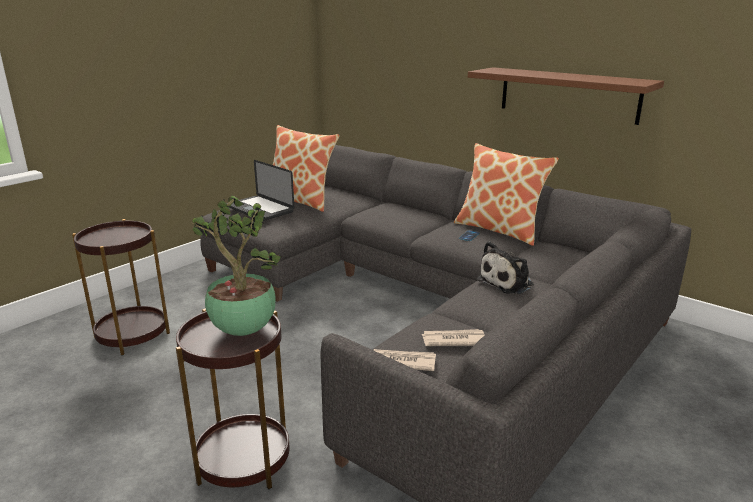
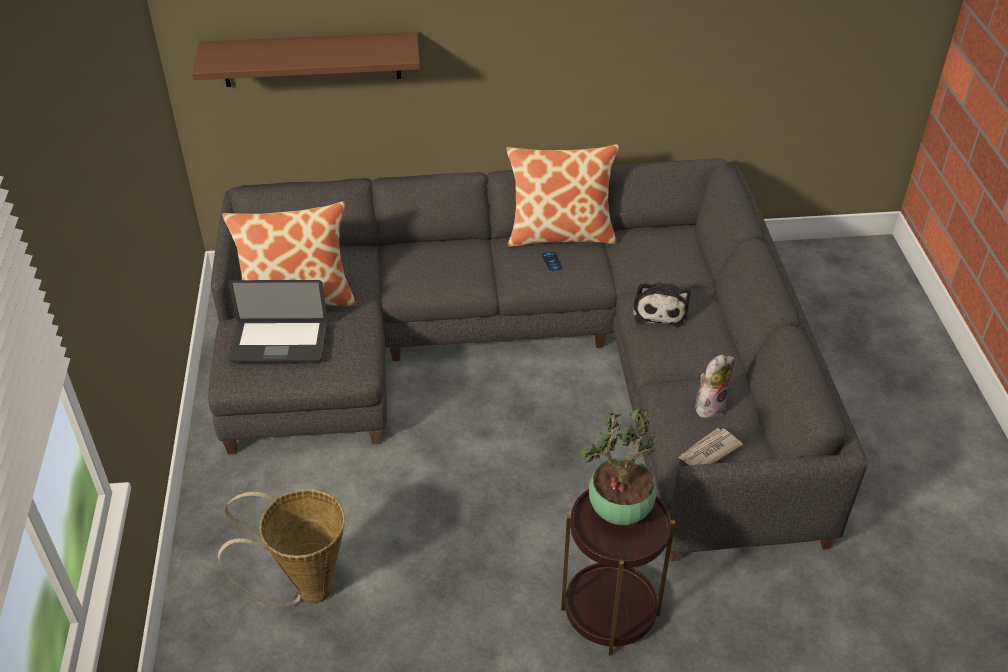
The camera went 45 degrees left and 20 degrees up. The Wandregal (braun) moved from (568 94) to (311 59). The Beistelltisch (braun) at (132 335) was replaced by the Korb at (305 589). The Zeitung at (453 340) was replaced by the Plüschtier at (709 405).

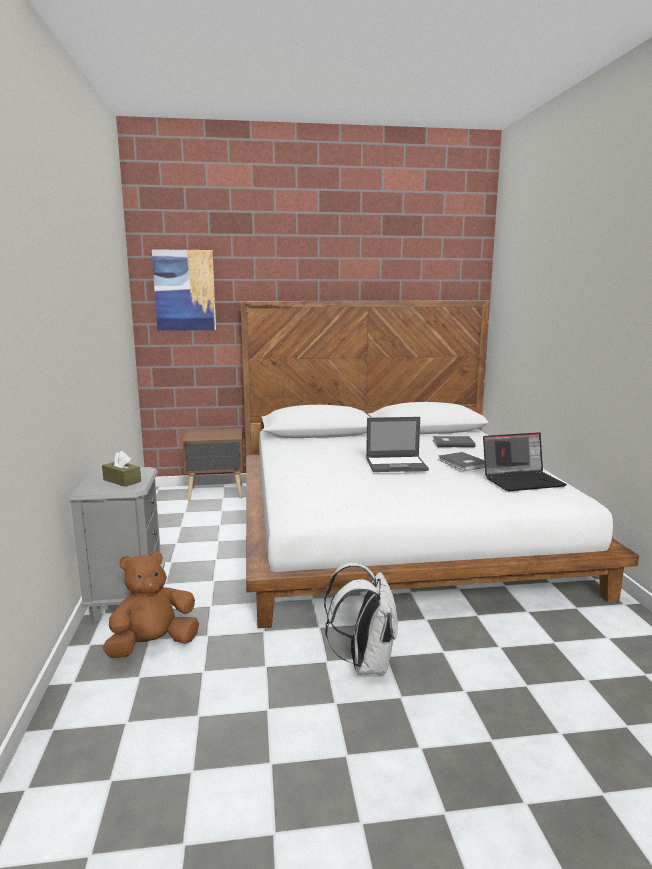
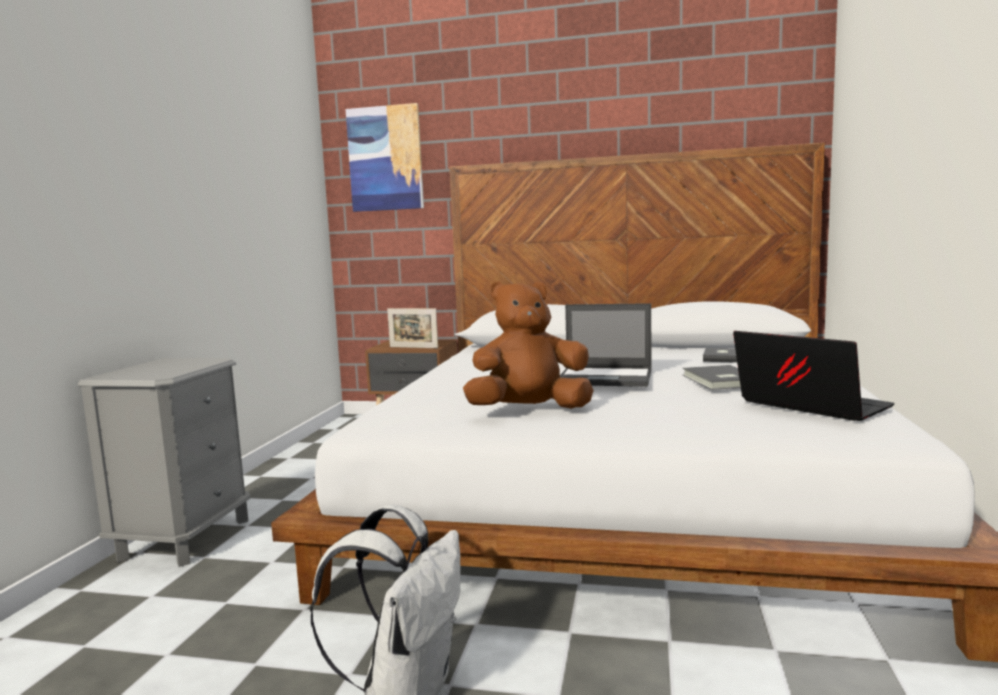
The camera went 20 degrees right and 5 degrees down. The Laptop at (522 480) turned 135 degrees counterclockwise. The Taschentuchbox (braun) at (122 480) disappeared. The Plüschtier (braun) moved from (153 645) to (529 411). The Bilderrahmen at (413 347) appeared.

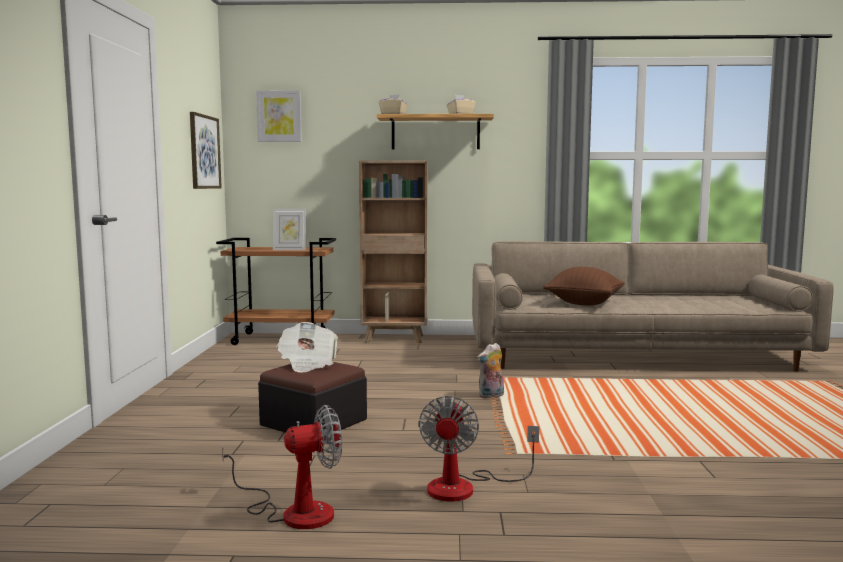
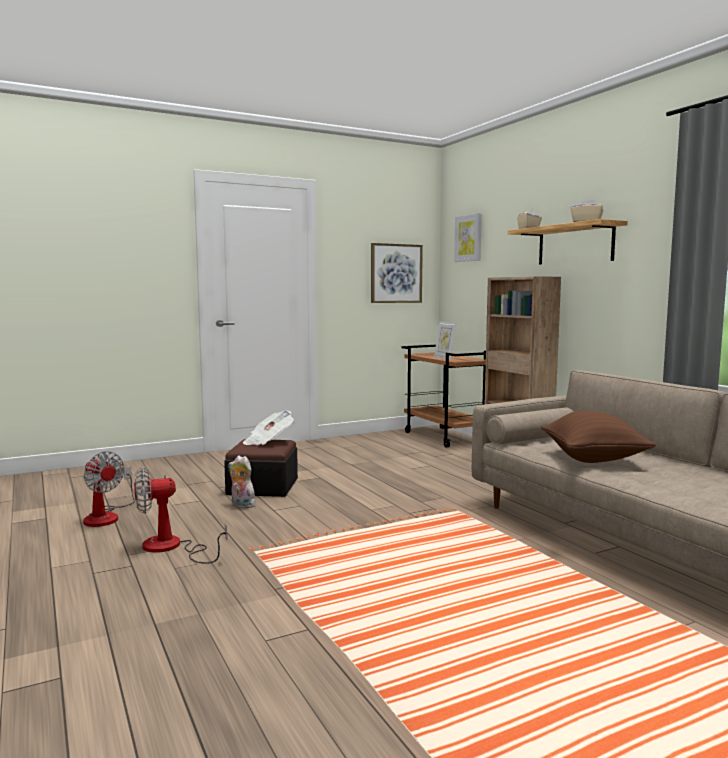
The camera went 60 degrees right and 0 degrees up. The Plüschtier moved from (491 396) to (241 505).

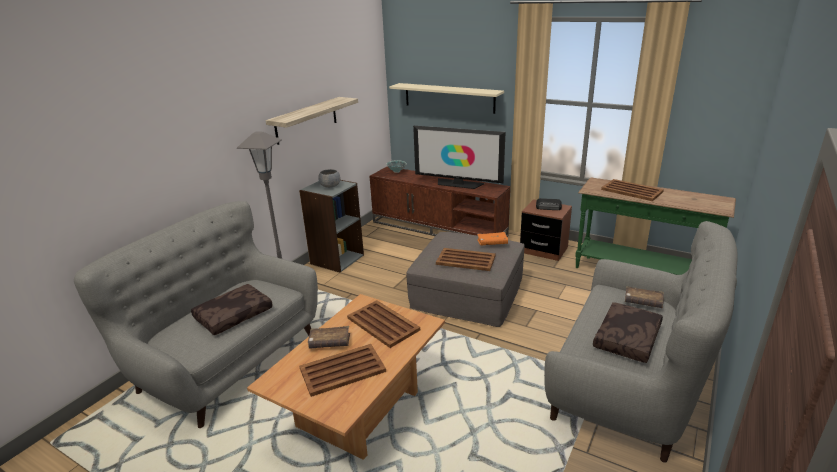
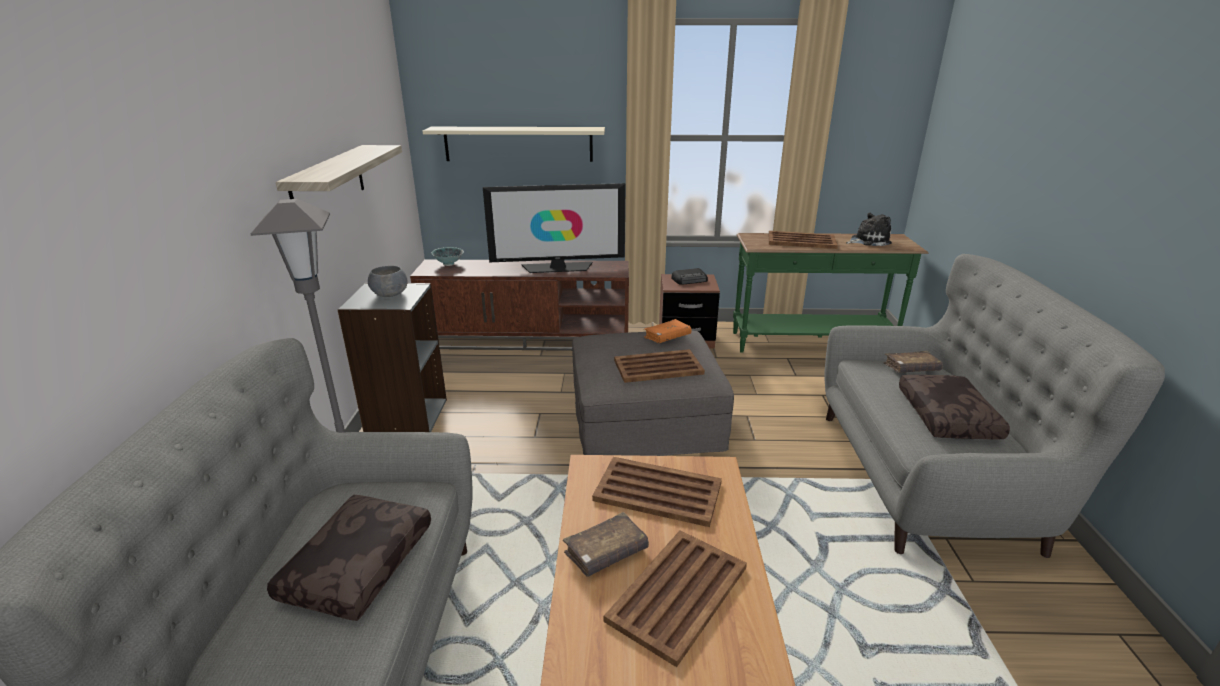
The camera went 30 degrees left and 0 degrees up. The Plüschtier at (868 241) appeared.

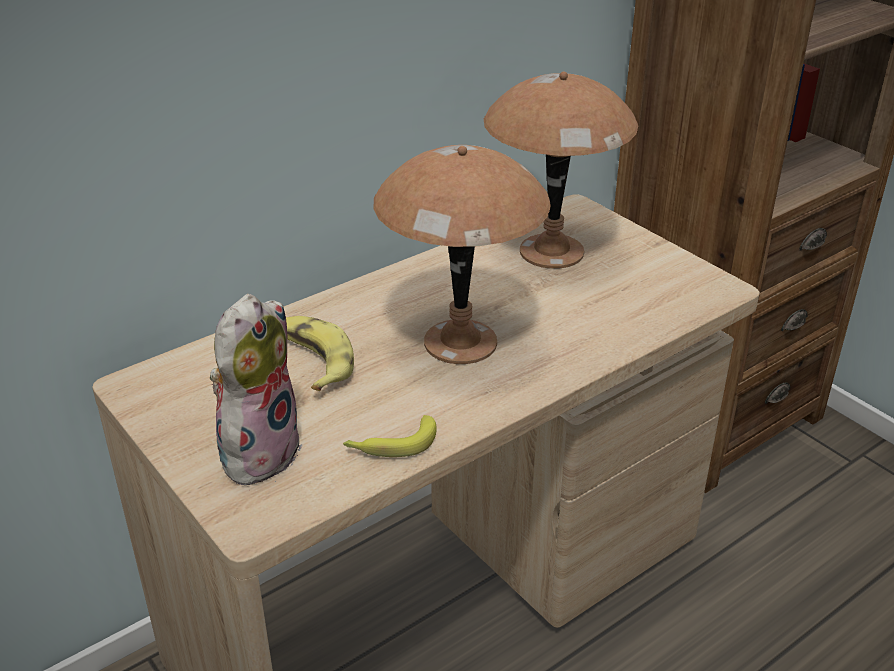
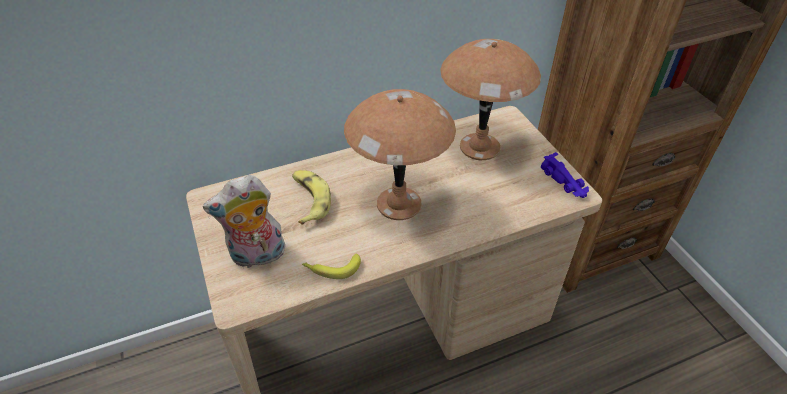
The camera went 15 degrees right and 10 degrees up. The Plüschtier at (258 450) turned 150 degrees counterclockwise. The Spielzeugauto (lila) at (564 182) appeared.

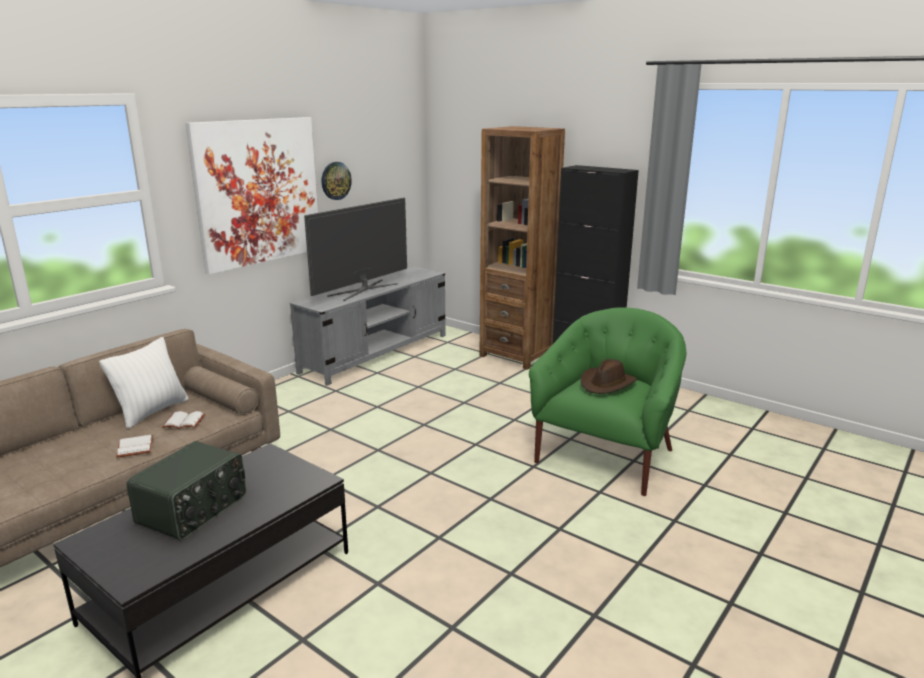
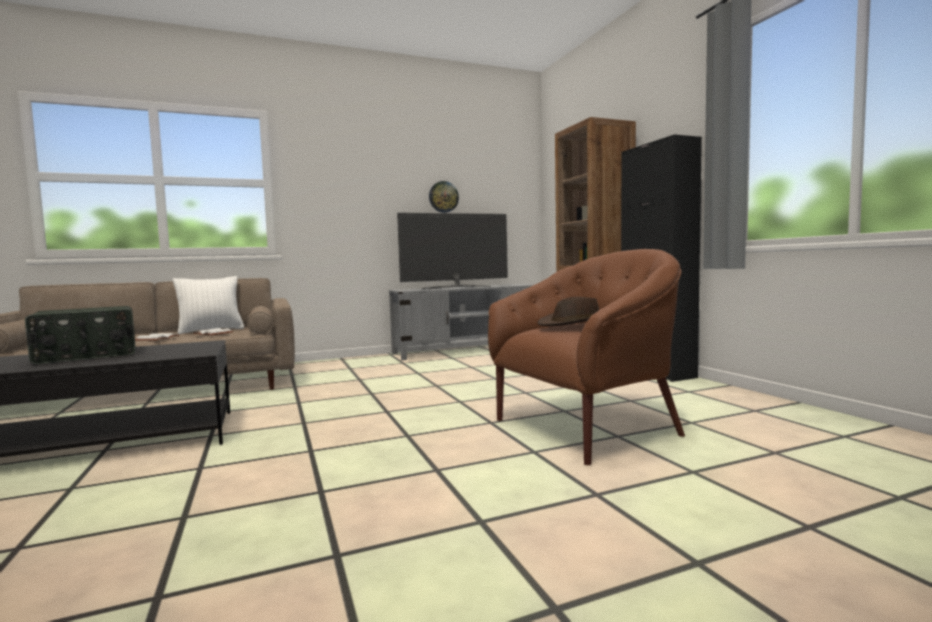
The camera went 30 degrees right and 15 degrees down. The Bild at (258 192) disappeared. The Sessel (grün) at (606 456) became the Sessel (braun) at (588 427).

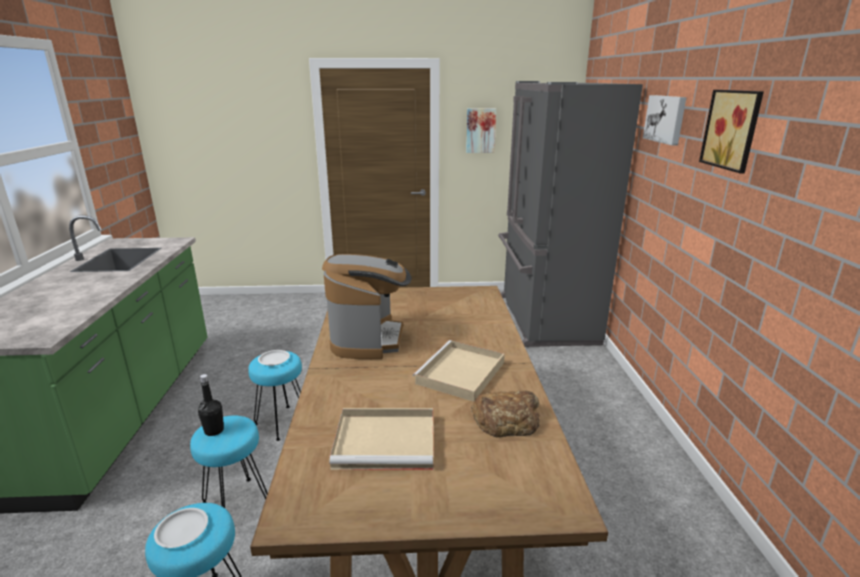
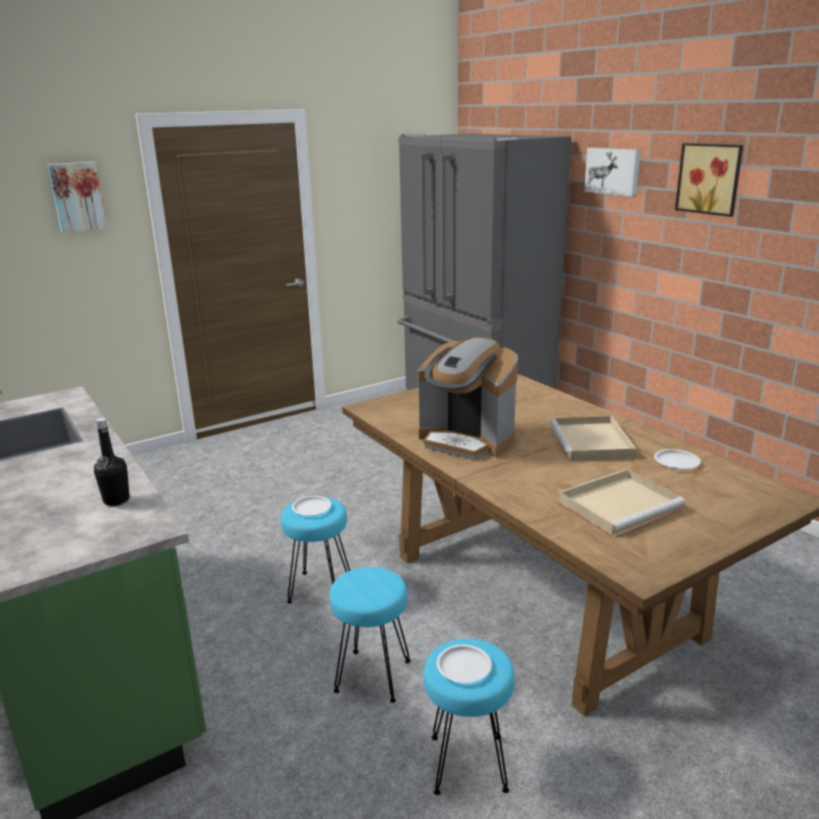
The camera went 30 degrees left and 0 degrees up. The Bild moved from (480 130) to (77 197). The Kaffeemaschine at (368 339) turned 150 degrees clockwise. The Flasche (schwarz) moved from (214 430) to (116 500). The Brot at (506 419) was replaced by the Teller (weiß) at (676 462).

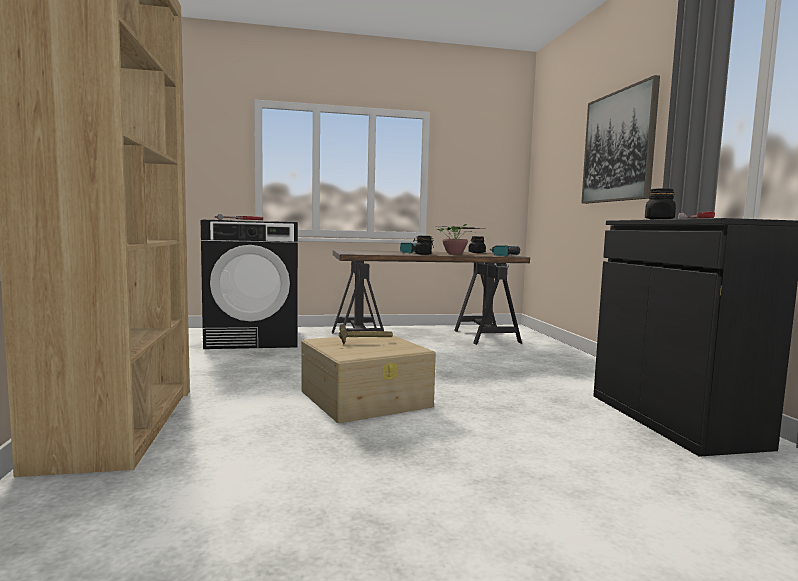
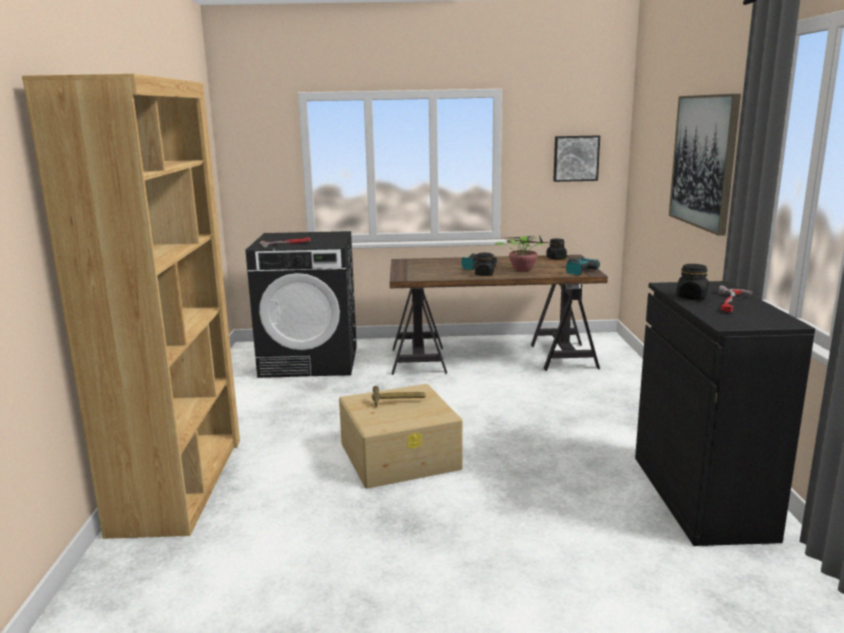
The camera went 10 degrees right and 10 degrees up. The Bild at (576 158) appeared.

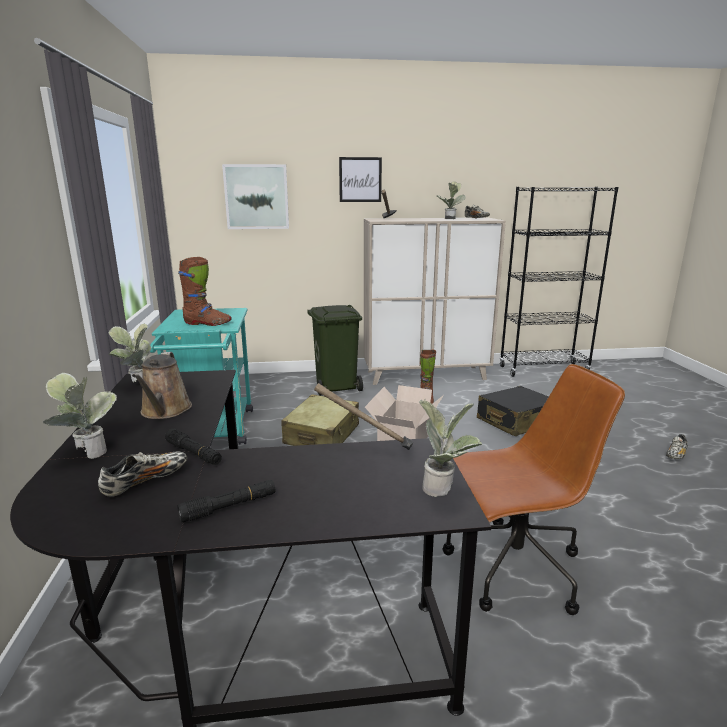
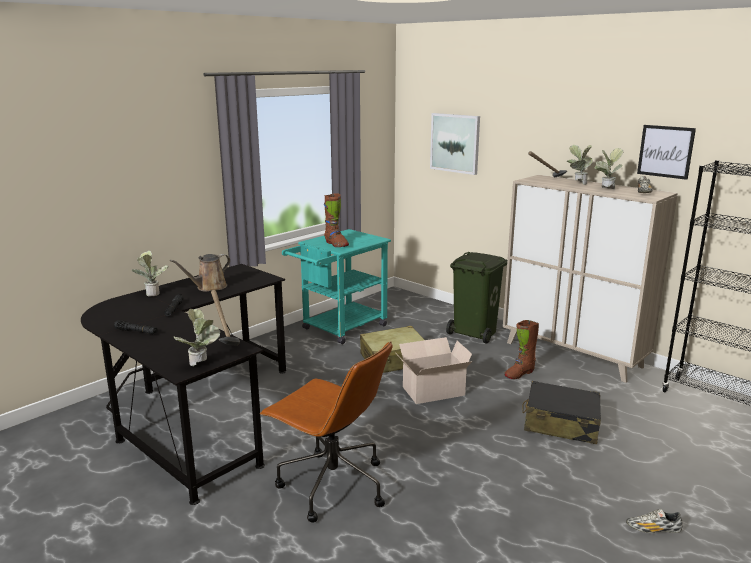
The camera went 50 degrees right and 0 degrees up. The Bild moved from (360 179) to (665 151). The Topfpflanze moved from (137 385) to (577 183). The Schuh at (146 481) disappeared.

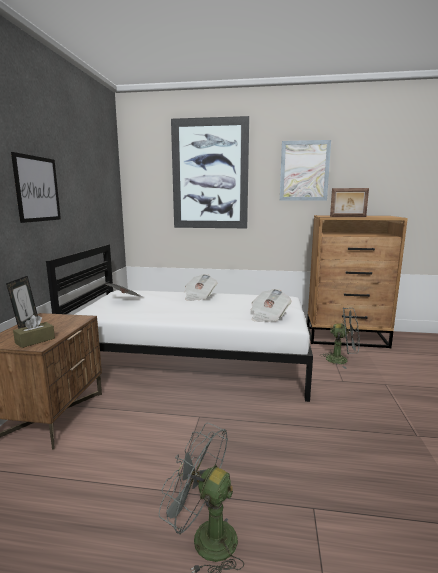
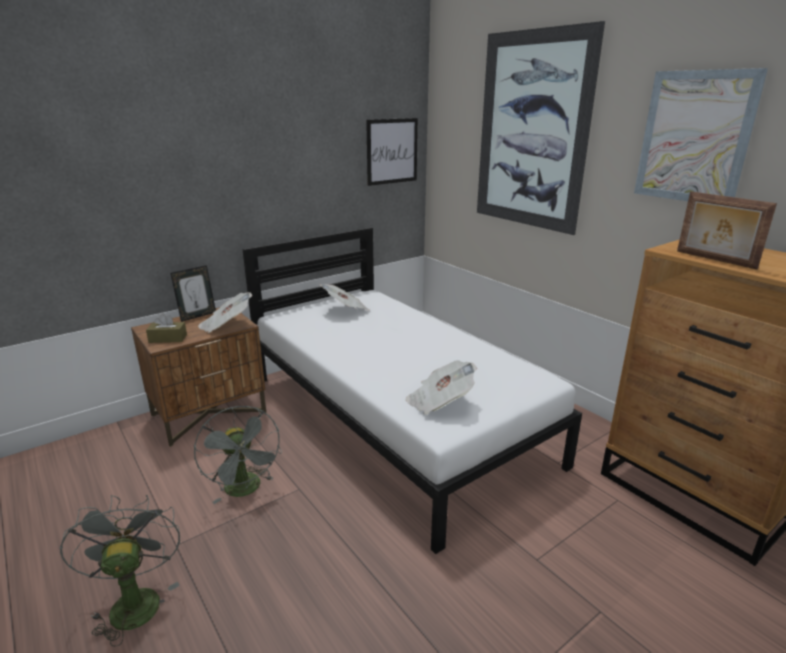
The camera went 45 degrees right and 10 degrees up. The Bild moved from (37 189) to (392 151). The Zeitung moved from (199 297) to (226 326). The Ventilator (grau) moved from (342 360) to (246 490).

